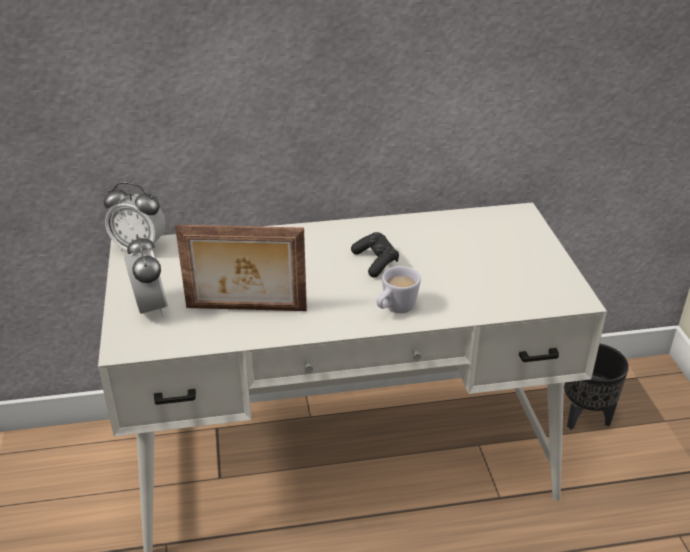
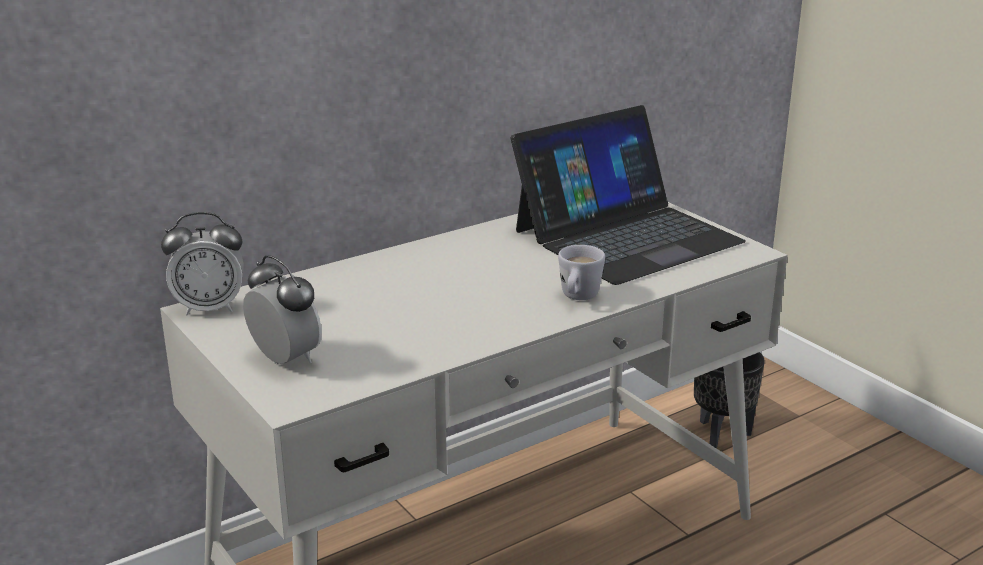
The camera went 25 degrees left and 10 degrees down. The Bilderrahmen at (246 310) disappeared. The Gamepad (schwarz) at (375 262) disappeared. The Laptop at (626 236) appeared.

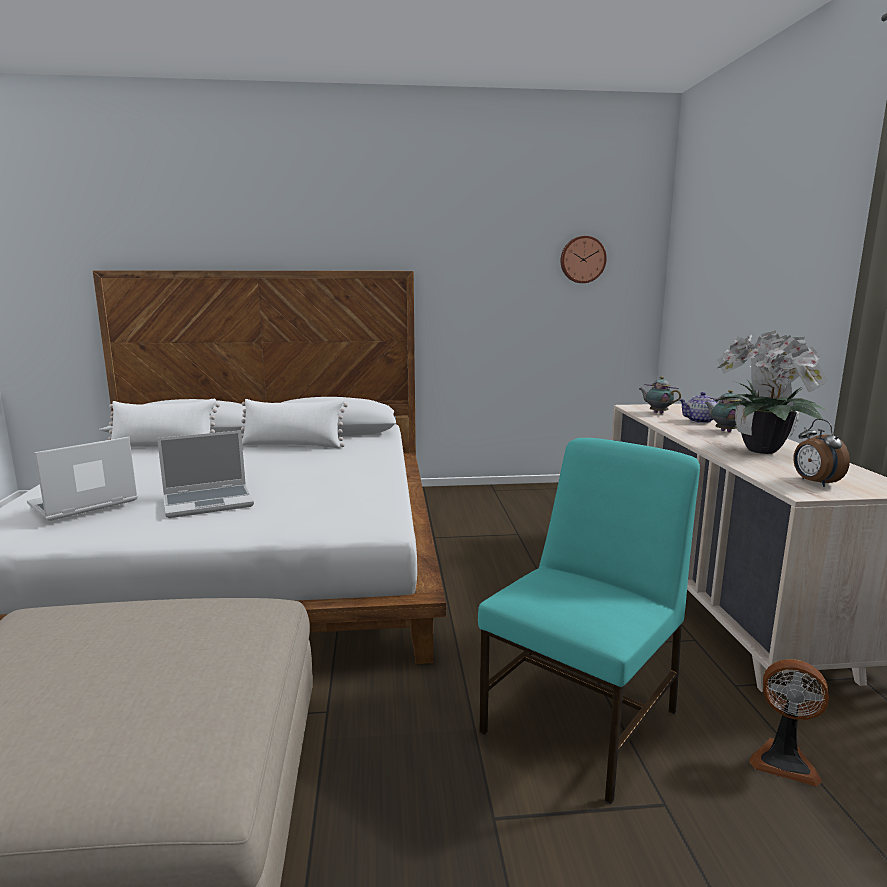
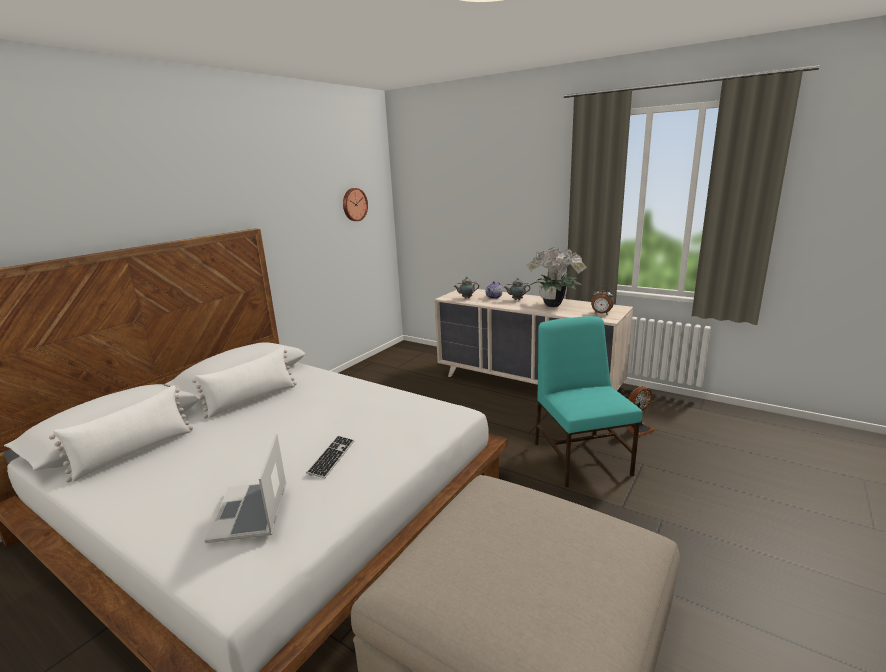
The camera went 50 degrees left and 5 degrees up. The Laptop at (209 502) was replaced by the Tastatur at (332 457).

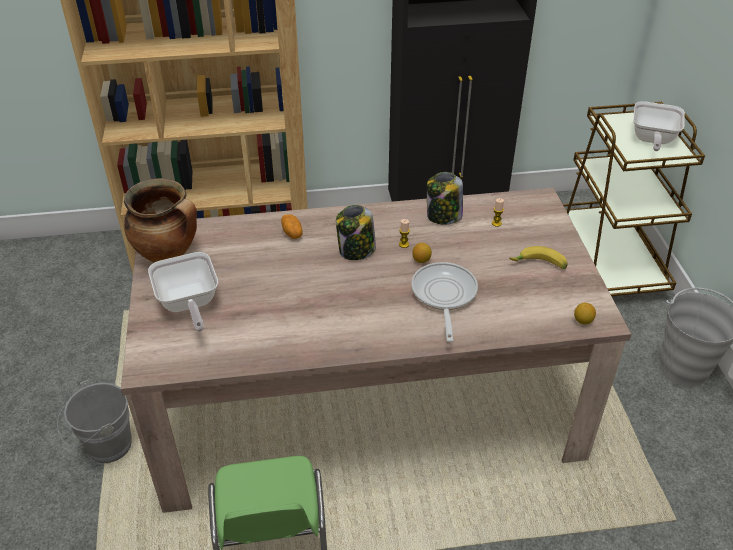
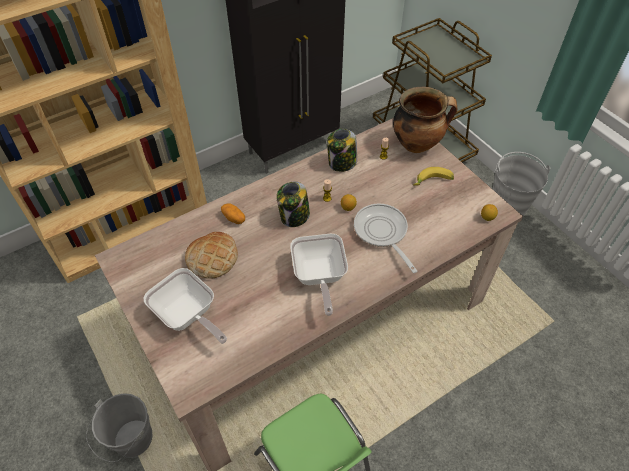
The camera went 25 degrees left and 10 degrees up. The Pfanne moved from (652 140) to (319 277). The Kochtopf moved from (169 254) to (417 144). The Brot at (212 258) appeared.

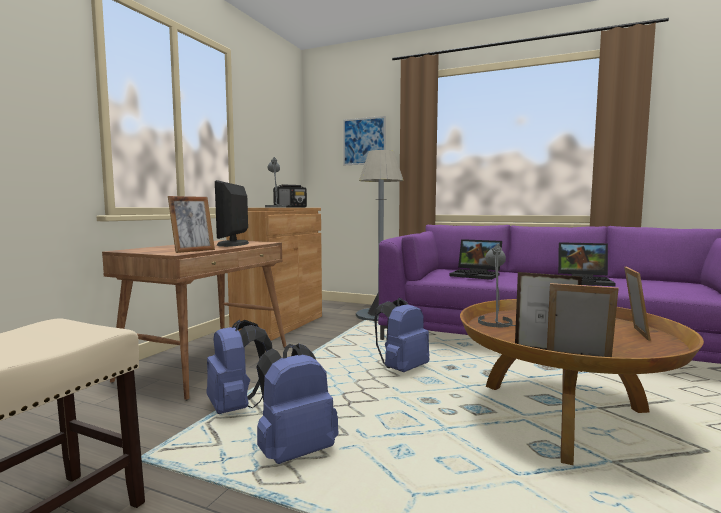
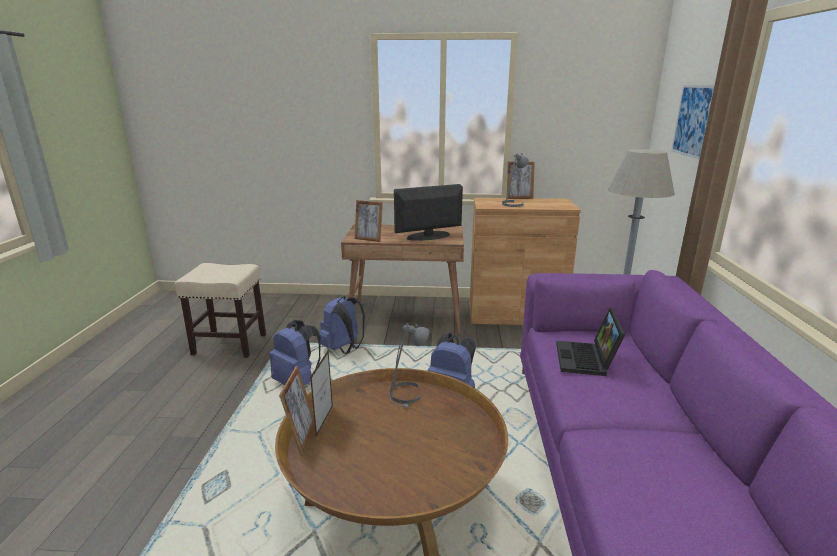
The camera went 70 degrees right and 15 degrees up. The Radio at (290 207) disappeared. The Laptop at (585 281) disappeared. The Bilderrahmen moved from (634 333) to (519 198).

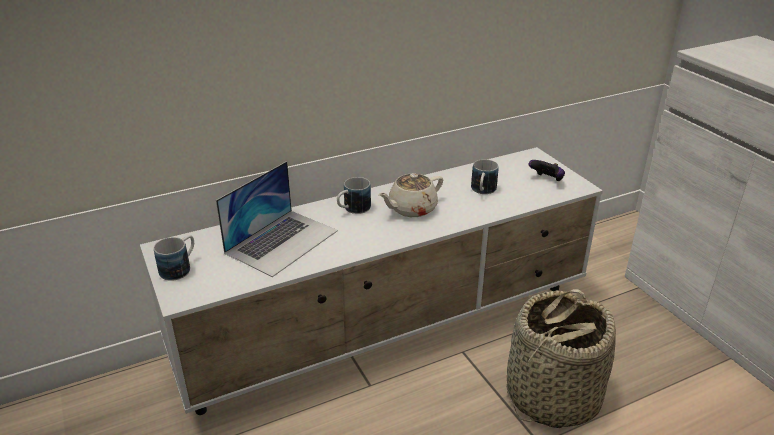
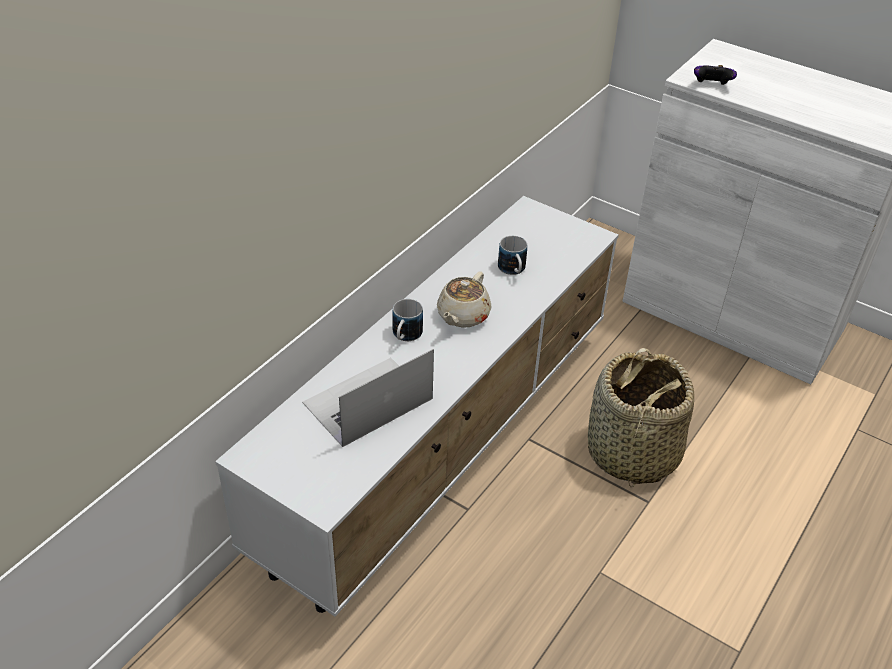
The camera went 30 degrees left and 10 degrees up. The Gamepad moved from (546 180) to (711 86). The Laptop at (282 241) turned 135 degrees counterclockwise. The Henkelbecher at (180 268) disappeared.

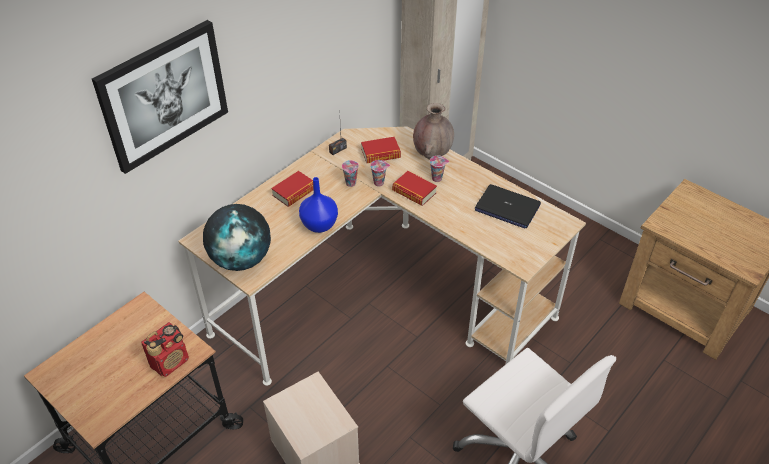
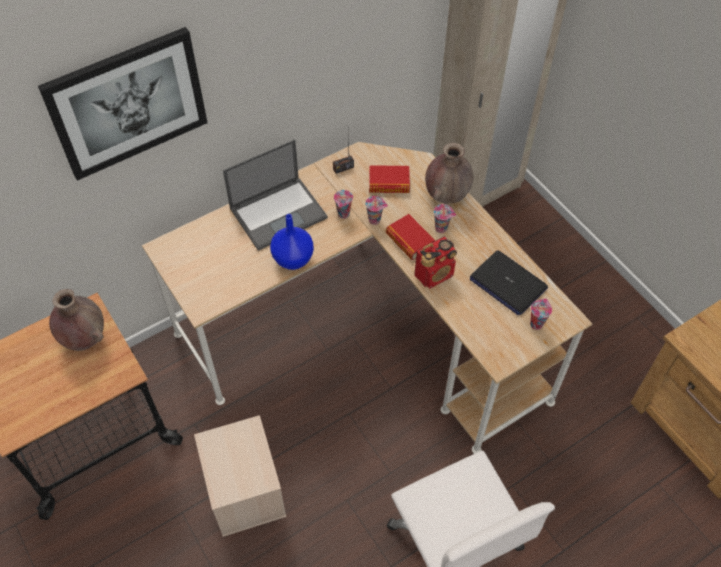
The camera went 15 degrees right and 10 degrees up. The Buch at (294 192) was replaced by the Laptop at (279 212). The Globus at (241 259) disappeared. The Radio moved from (170 362) to (434 275). The Vase (braun) at (84 338) appeared. The Tasse at (536 323) appeared.

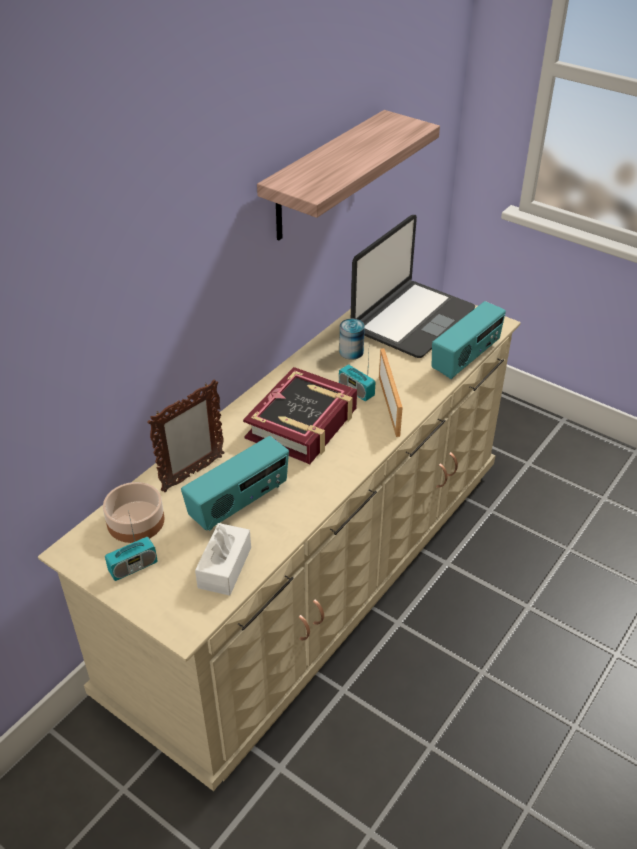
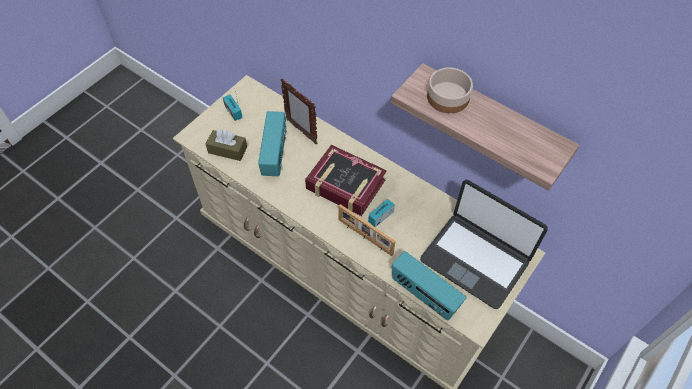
The camera went 90 degrees right and 15 degrees up. The Dose at (351 352) disappeared. The Bilderrahmen at (390 405) turned 45 degrees clockwise. The Radio at (239 503) turned 135 degrees counterclockwise. The Schüssel moved from (135 520) to (448 97). The Taschentuchbox (weiß) at (225 567) became the Taschentuchbox (braun) at (227 150).

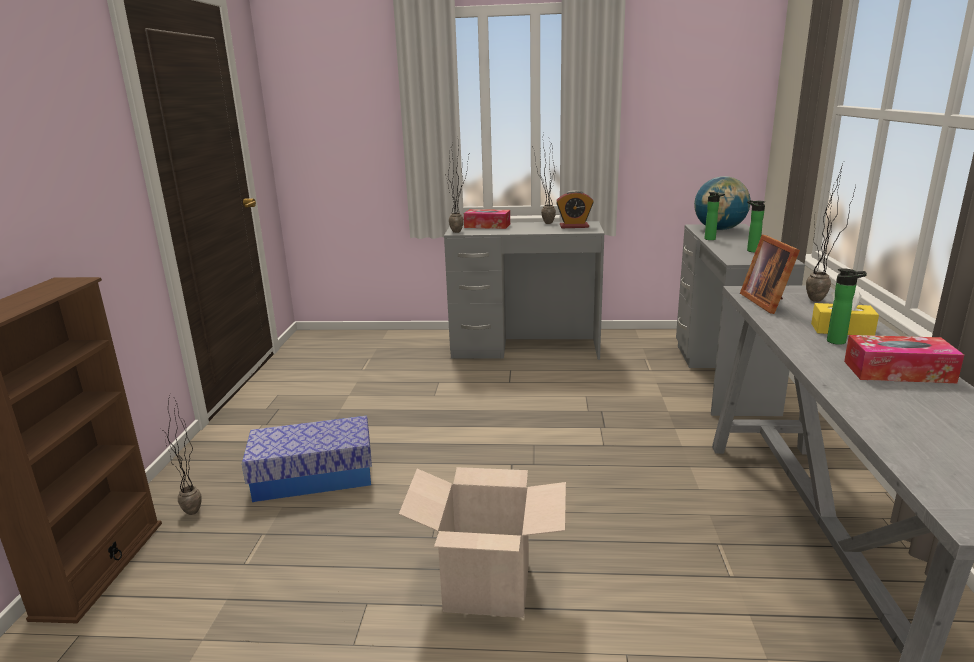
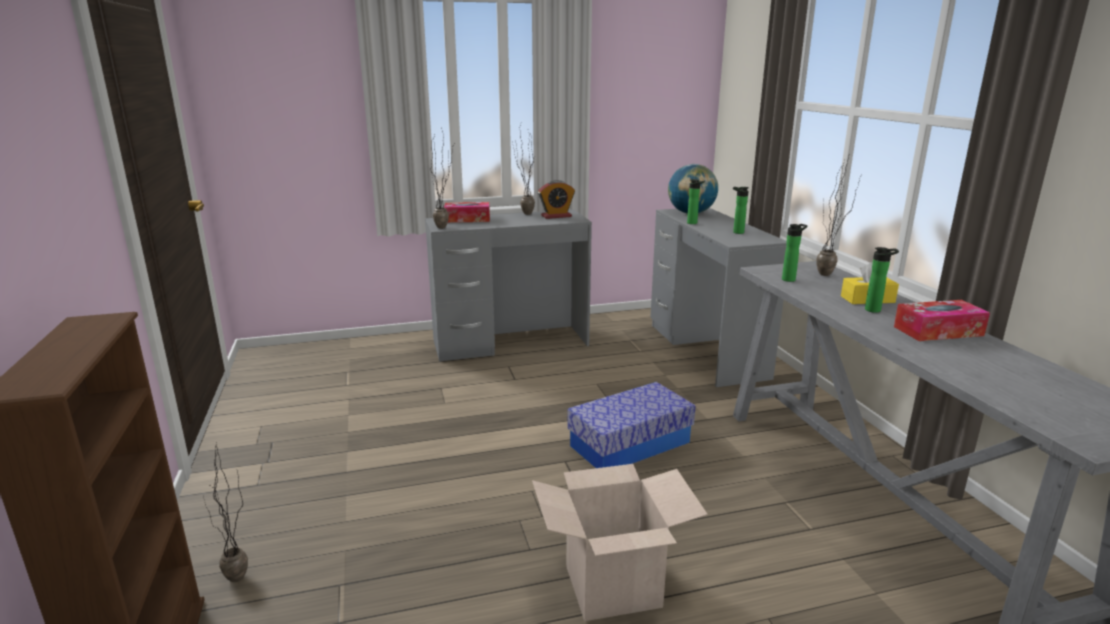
The camera went 20 degrees left and 0 degrees up. The Bilderrahmen at (768 302) was replaced by the Flasche at (790 279). The Aufbewahrungsbox moved from (313 476) to (630 444).

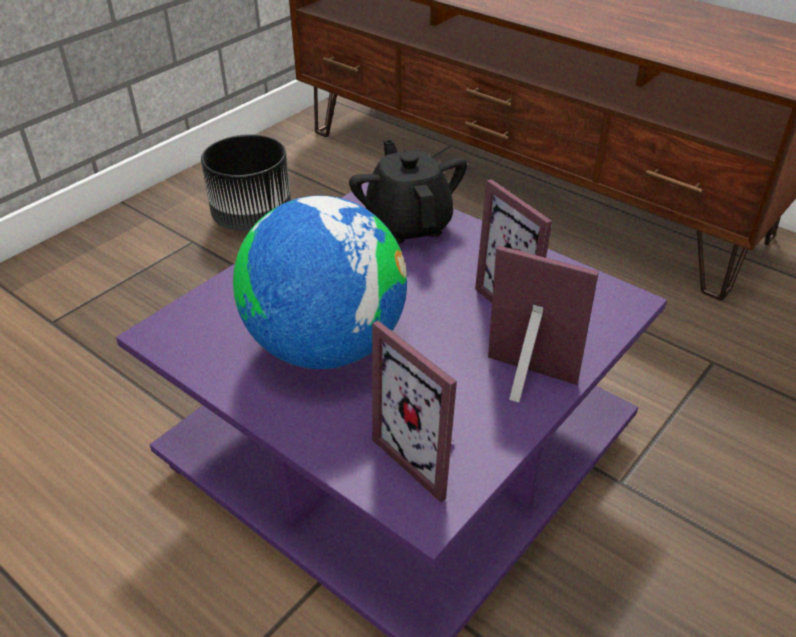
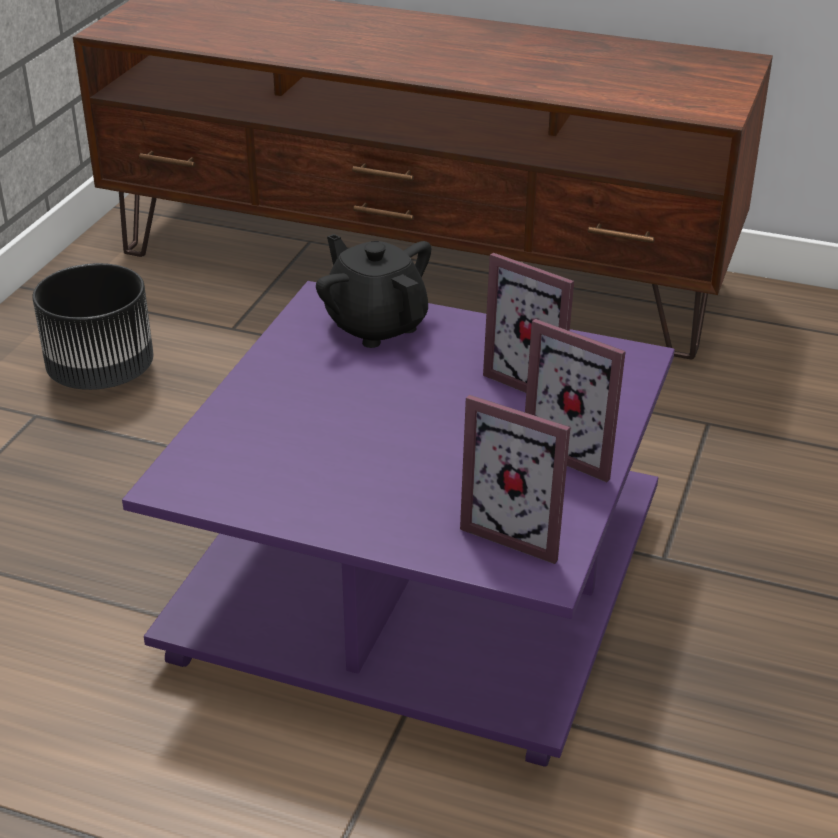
The camera went 20 degrees left and 5 degrees down. The Globus at (326 346) disappeared. The Bilderrahmen at (524 384) turned 150 degrees counterclockwise.

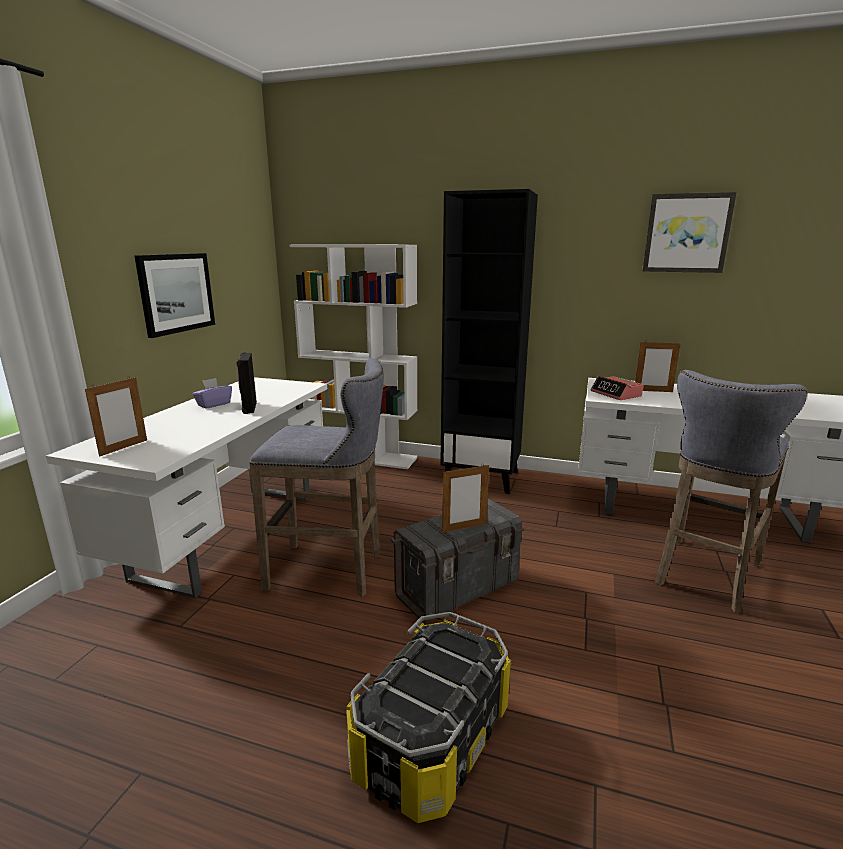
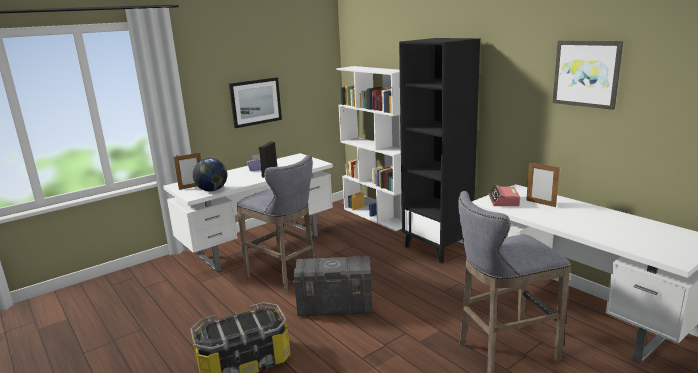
The camera went 35 degrees right and 0 degrees up. The Bilderrahmen at (464 528) disappeared. The Globus at (212 190) appeared.

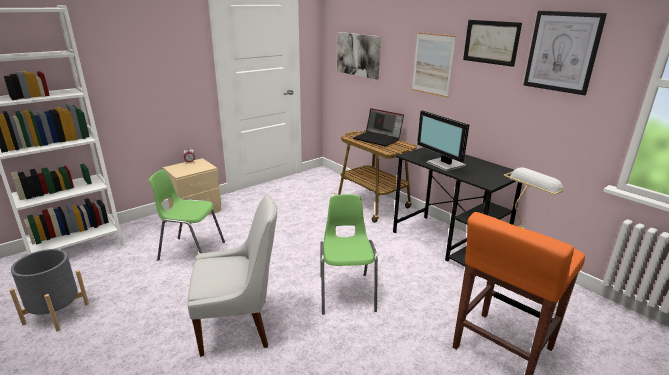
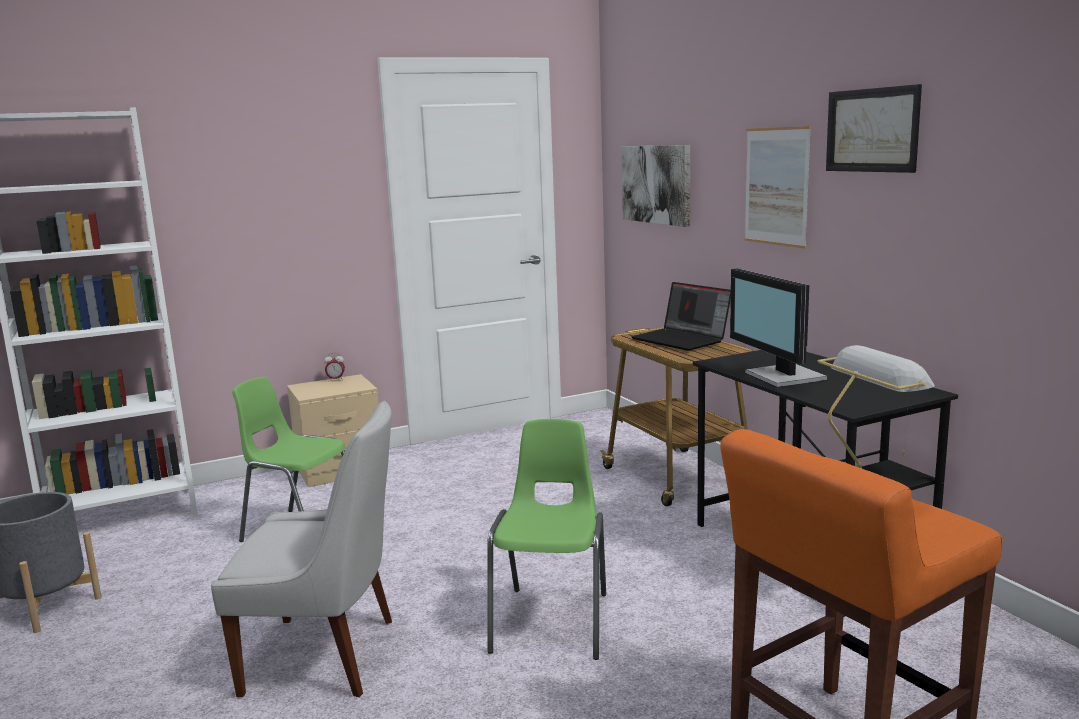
The camera went 15 degrees right and 10 degrees down. The Bild at (562 52) disappeared.

